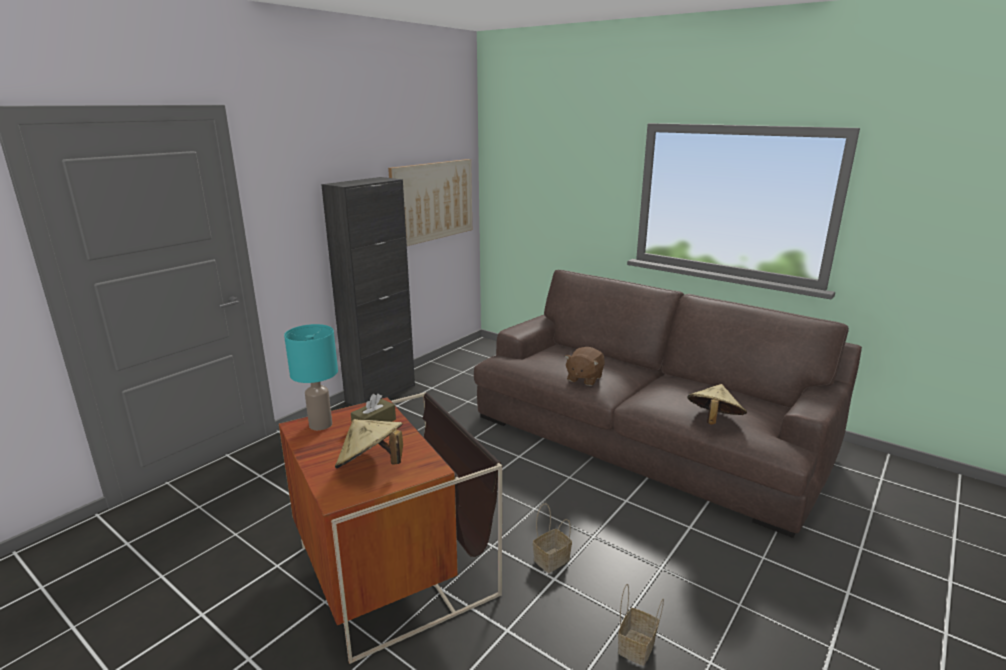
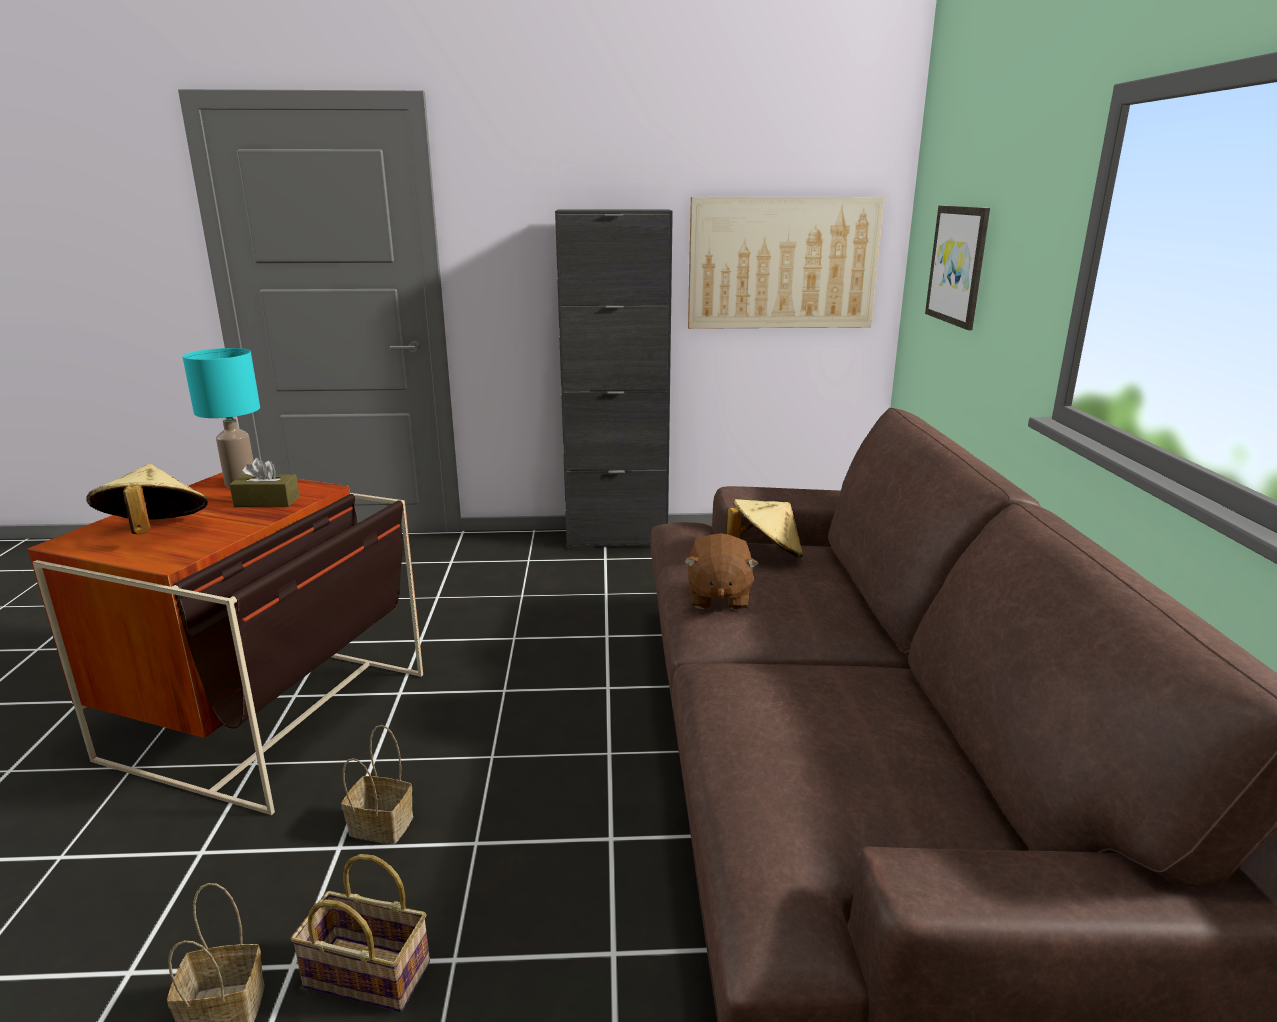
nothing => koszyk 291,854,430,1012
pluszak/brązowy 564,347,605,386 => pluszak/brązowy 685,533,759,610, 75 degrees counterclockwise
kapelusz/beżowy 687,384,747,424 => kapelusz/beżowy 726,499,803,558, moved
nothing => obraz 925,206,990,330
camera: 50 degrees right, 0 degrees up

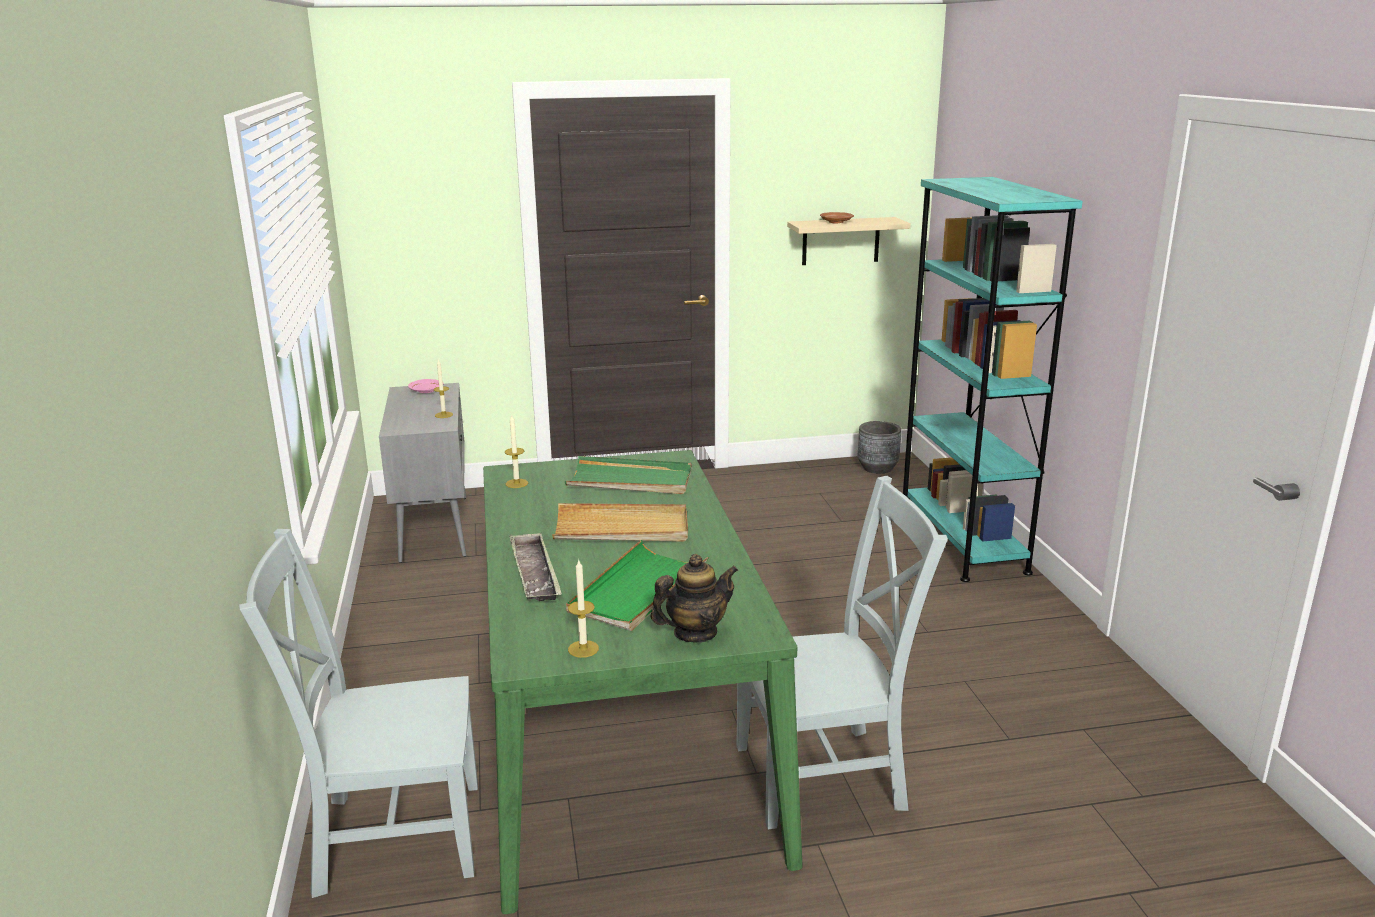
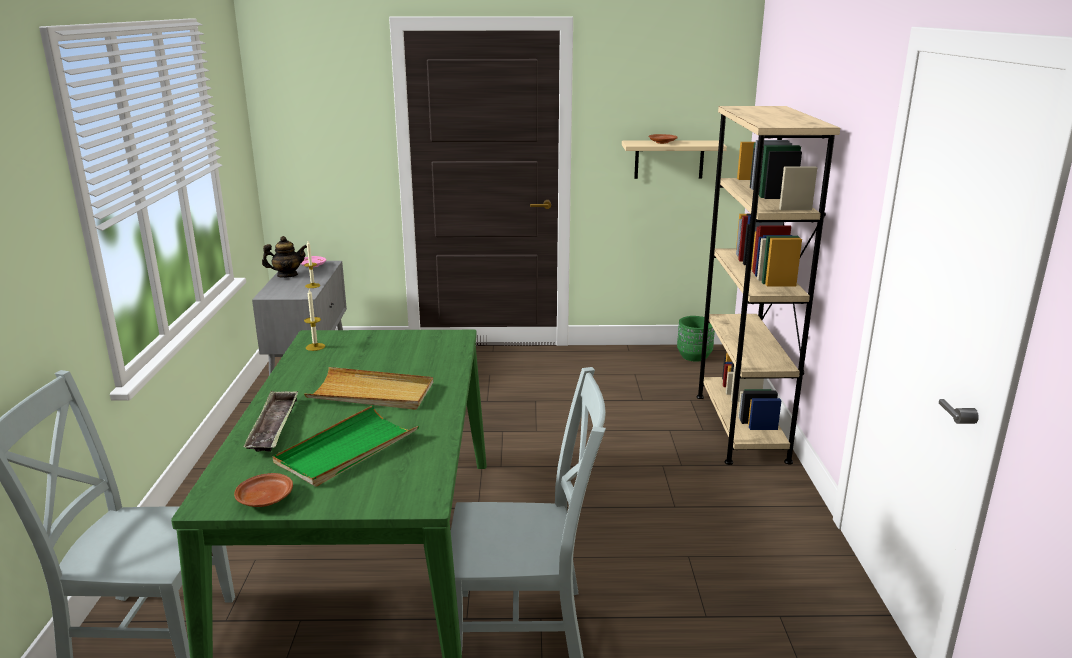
świeca 568,560,599,658 => talerz/brązowy 234,473,293,507
imbryk 651,554,738,643 => imbryk 262,236,307,278, moved
donica/szary 858,421,901,474 => donica/zielony 677,316,715,362
regał/turkusowy 903,177,1083,582 => regał/beżowy 697,106,840,465
taca/zielony 565,456,692,494 => nothing
camera: 10 degrees right, 0 degrees up

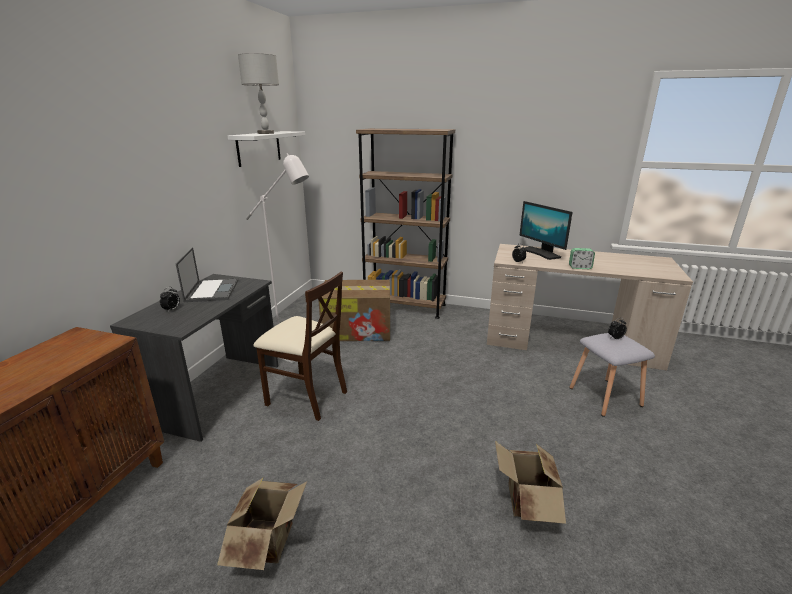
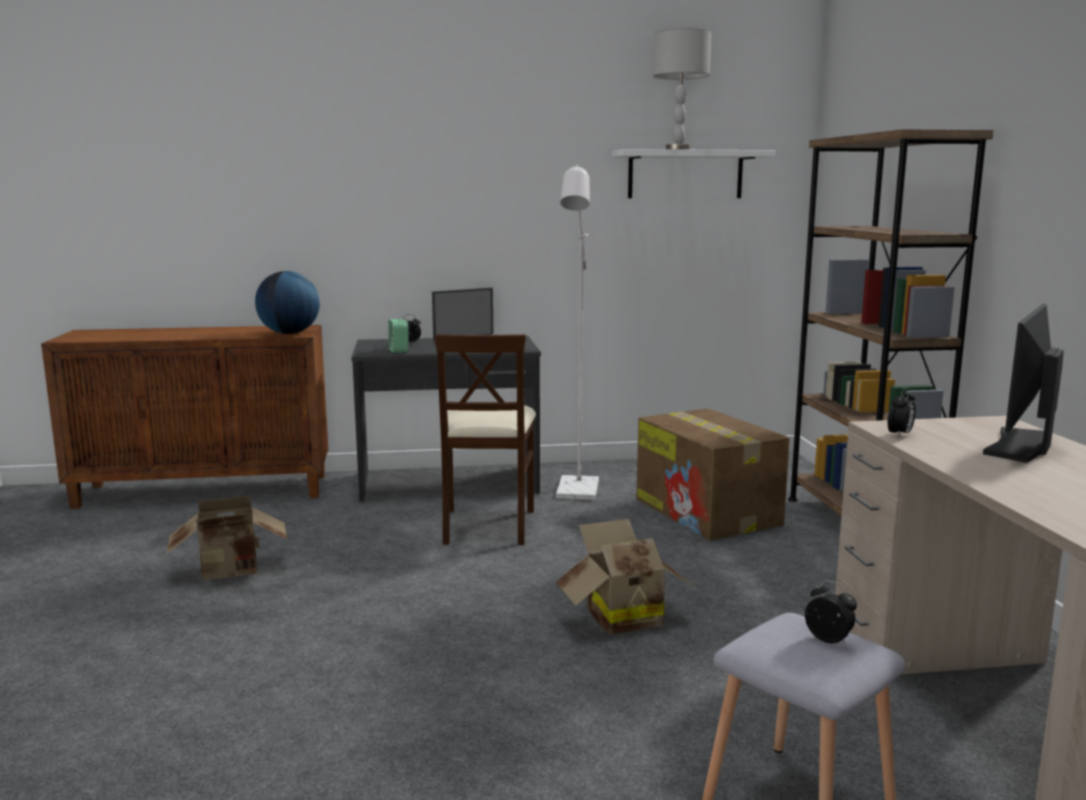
nothing => globus 255,271,320,334
budzik 569,248,595,269 => budzik 389,319,408,353, moved
karton 495,441,566,524 => karton 556,519,694,635, moved
camera: 65 degrees right, 10 degrees down

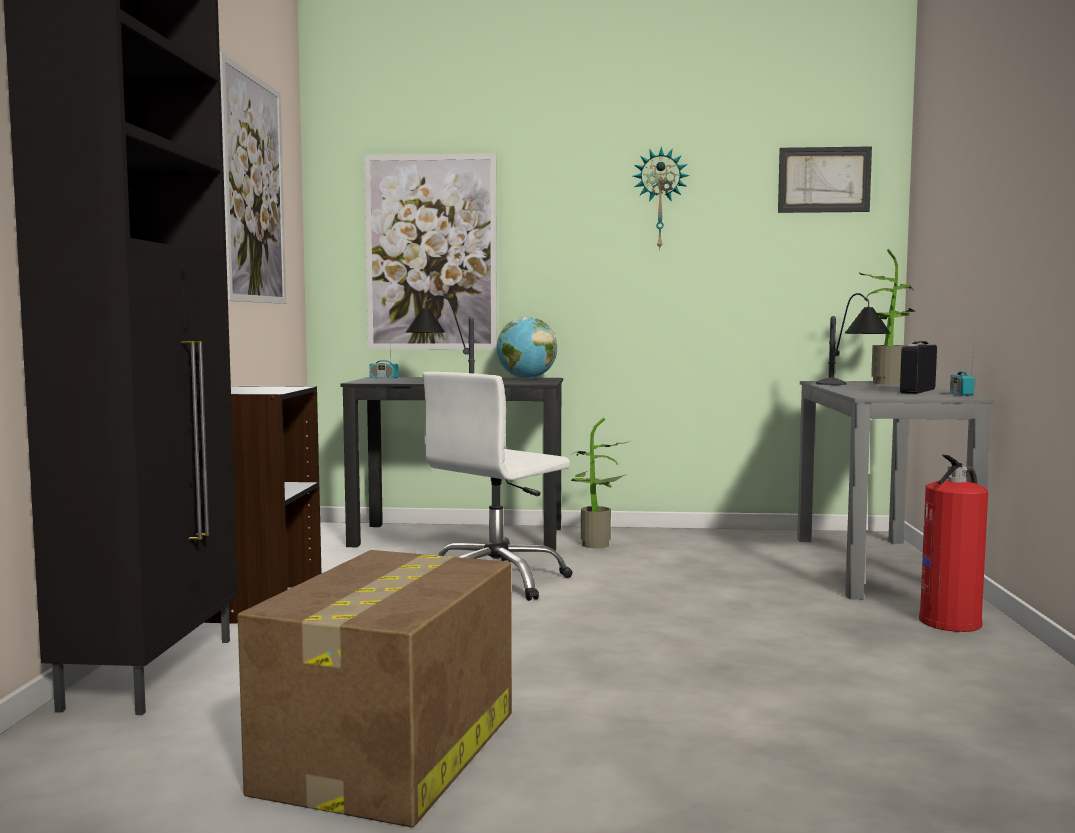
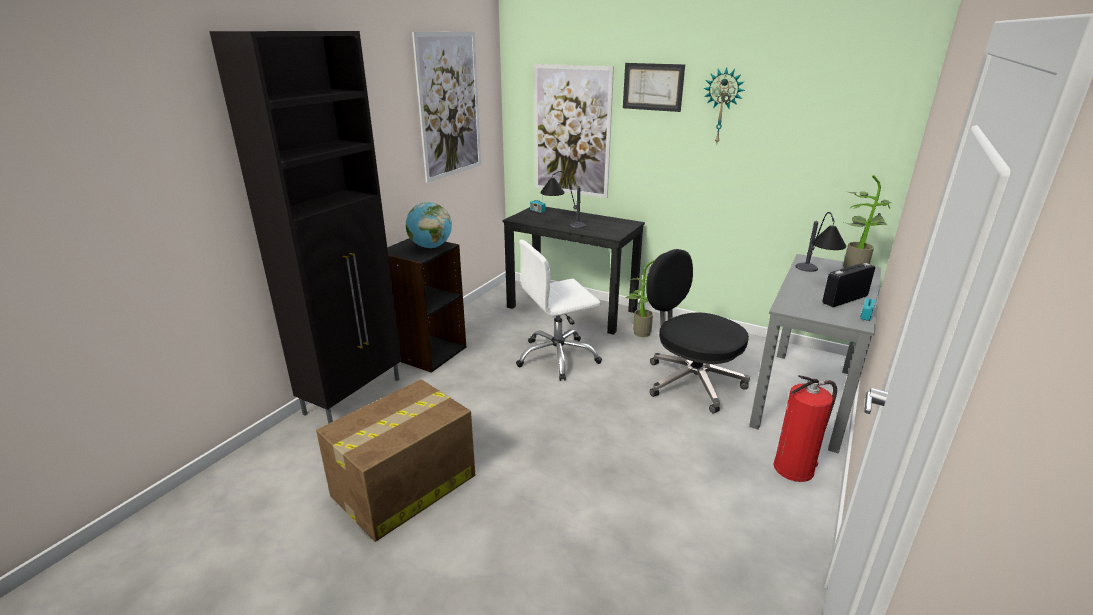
globus 497,317,557,379 => globus 406,202,452,248, moved
obraz 778,146,872,213 => obraz 623,63,685,112, moved
nothing => krzesło biurowe/czarny 646,249,750,414
camera: 25 degrees right, 20 degrees up

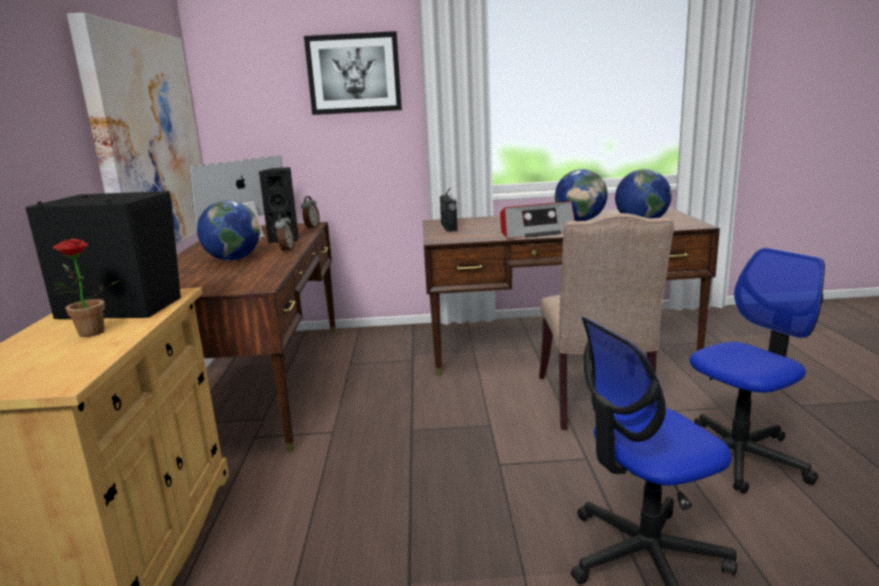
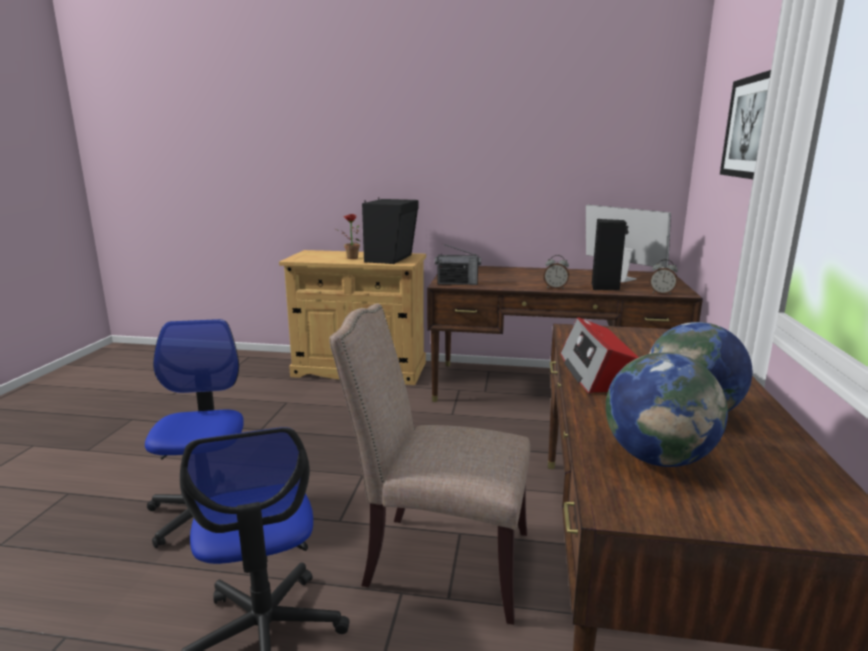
radio 440,187,458,232 => radio 435,243,481,285, moved
obraz 67,13,202,245 => nothing
globus 197,200,260,261 => nothing
camera: 100 degrees right, 0 degrees up

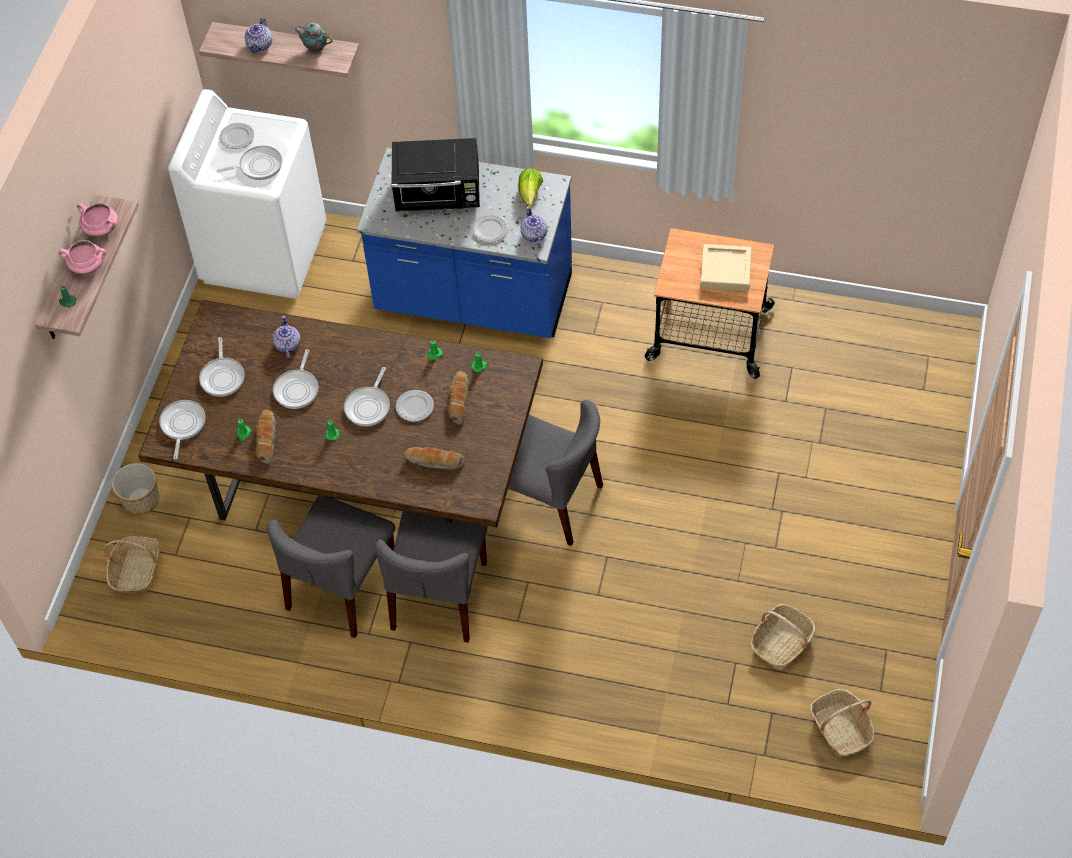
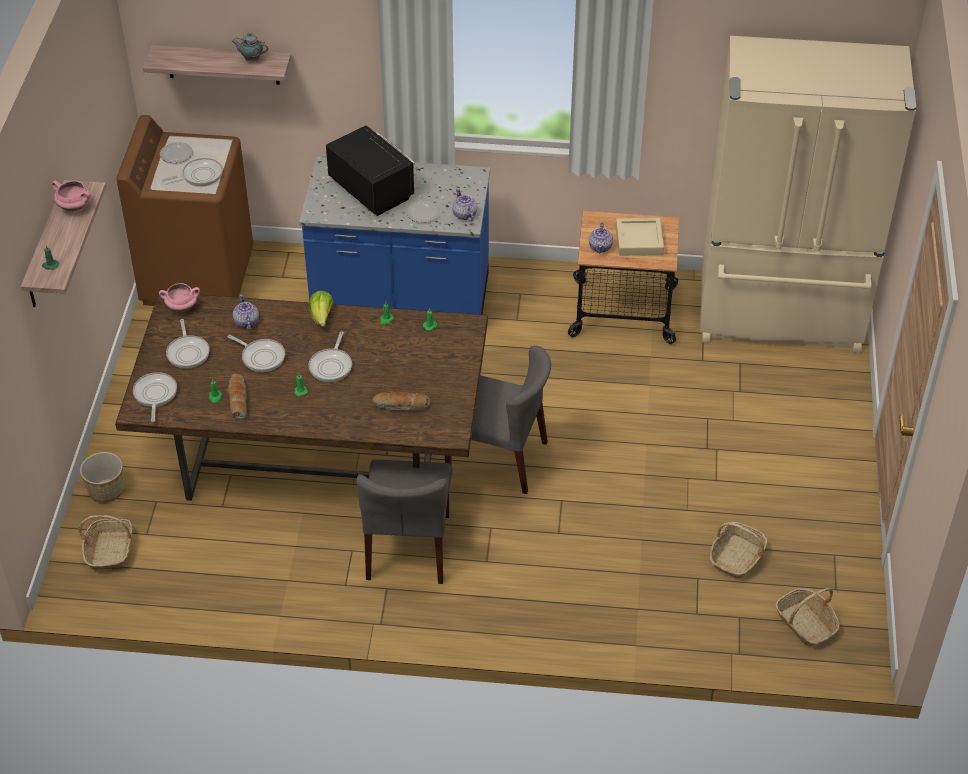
pralka/biały 168,89,326,299 => pralka/brązowy 116,115,253,306
garnek/różowy 58,240,106,275 => garnek/różowy 159,283,200,312, moved
patelnia 273,349,318,409 => patelnia 228,335,285,372, 60 degrees counterclockwise
sałata 518,168,543,207 => sałata 310,291,334,327, moved
mikrofalówka/czarny 391,138,480,212 => mikrofalówka/czarny 326,125,415,216, 120 degrees counterclockwise
imbryk 245,17,272,53 => imbryk 589,222,613,253, moved
nothing => lodówka/beżowy 700,36,916,353
krzesło/szary 267,495,395,638 => nothing
talerz 396,390,434,422 => nothing
chleb 449,371,469,425 => nothing
camera: 10 degrees left, 10 degrees down

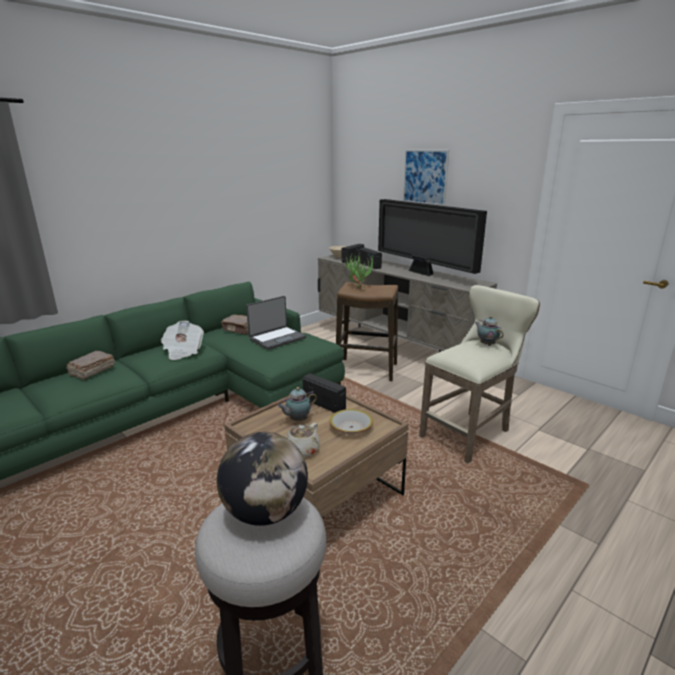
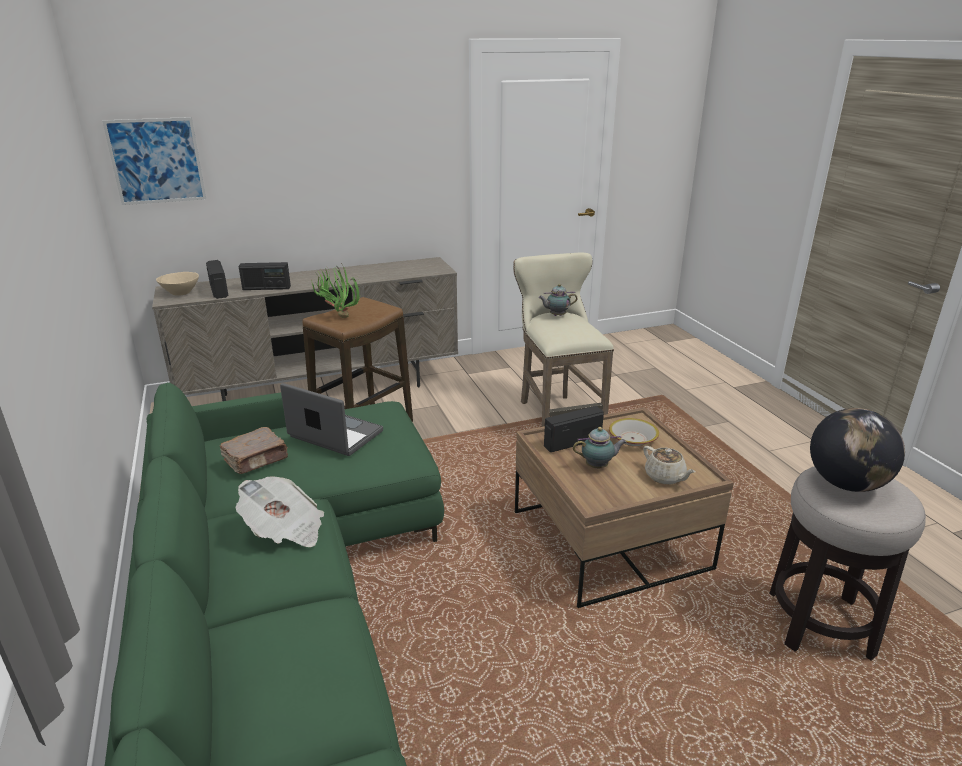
obraz 403,150,449,206 => obraz 102,117,206,205, moved
laptop 246,296,306,350 => laptop 280,383,383,456, 45 degrees counterclockwise
imbryk 277,387,317,421 => imbryk 573,427,626,468, 90 degrees counterclockwise
książka/brązowy 66,351,115,380 => nothing
telewizor 378,199,487,276 => nothing
camera: 65 degrees left, 5 degrees up

